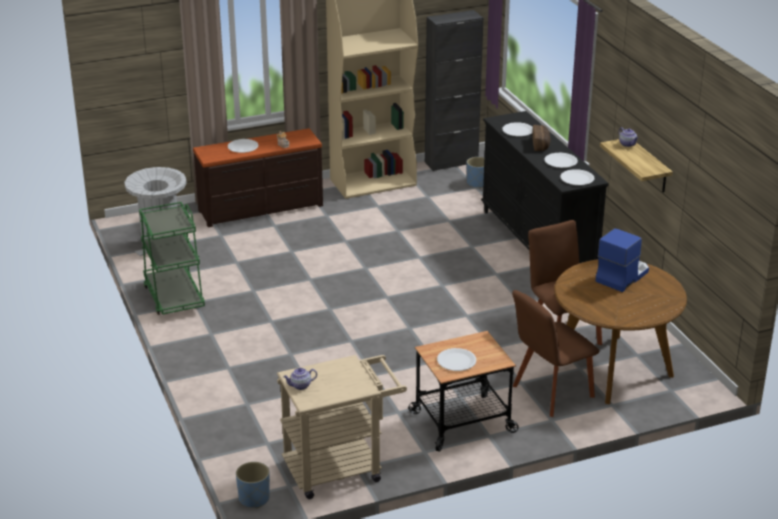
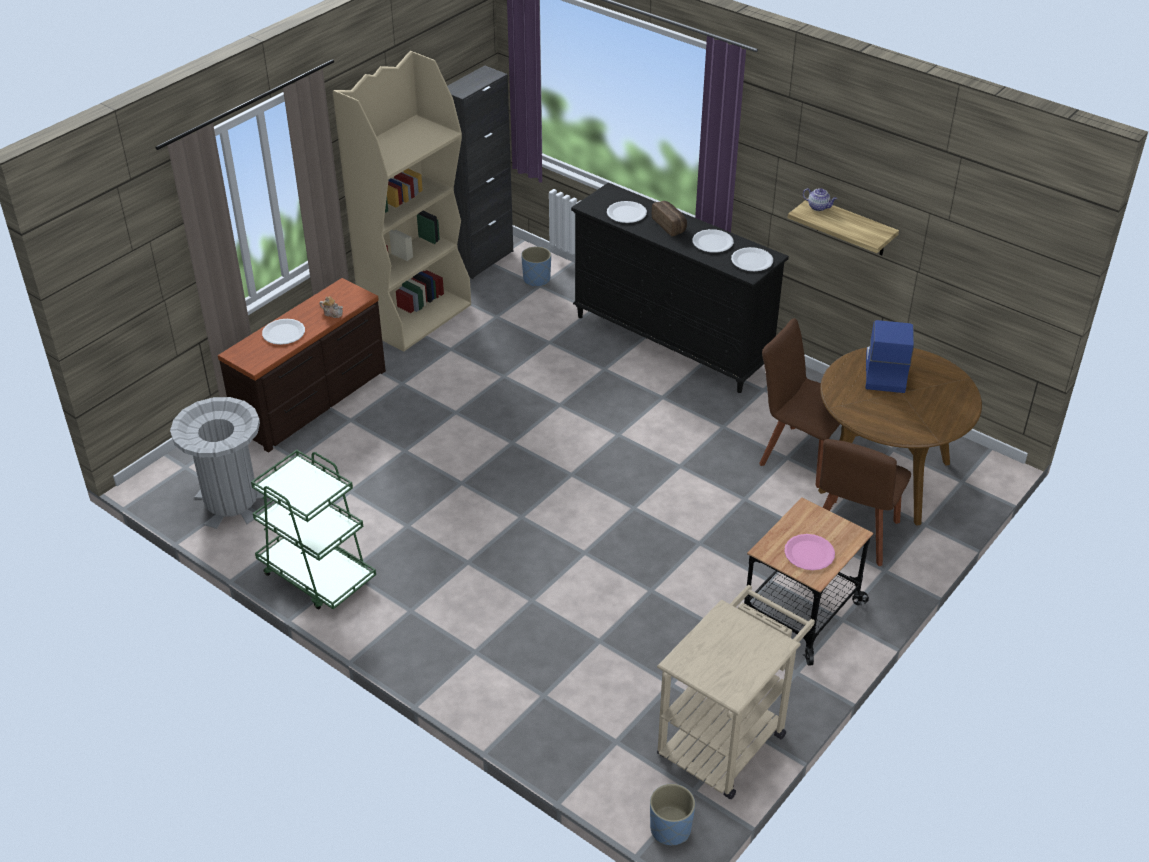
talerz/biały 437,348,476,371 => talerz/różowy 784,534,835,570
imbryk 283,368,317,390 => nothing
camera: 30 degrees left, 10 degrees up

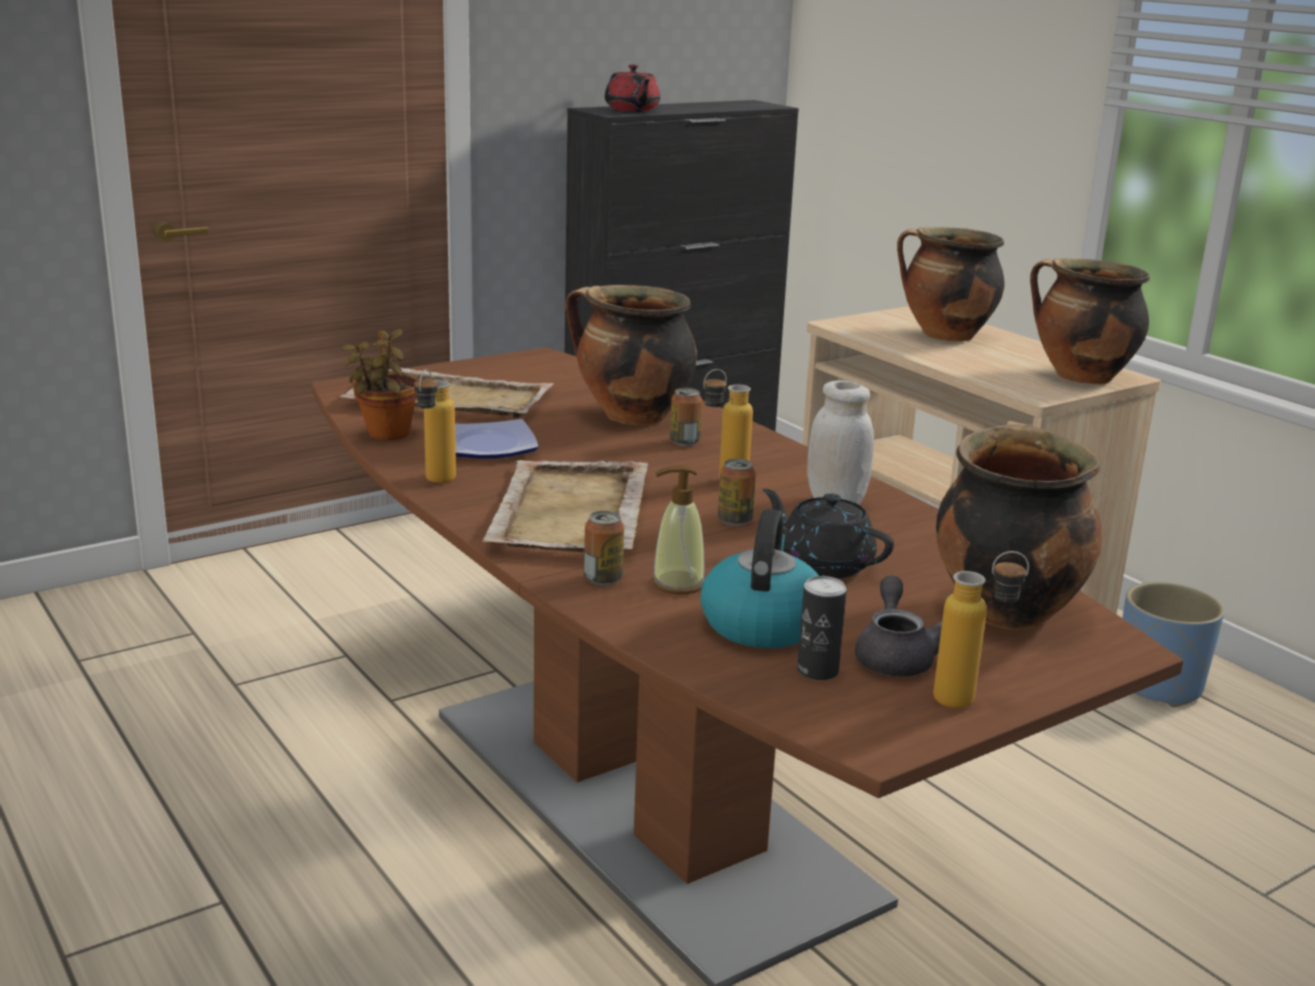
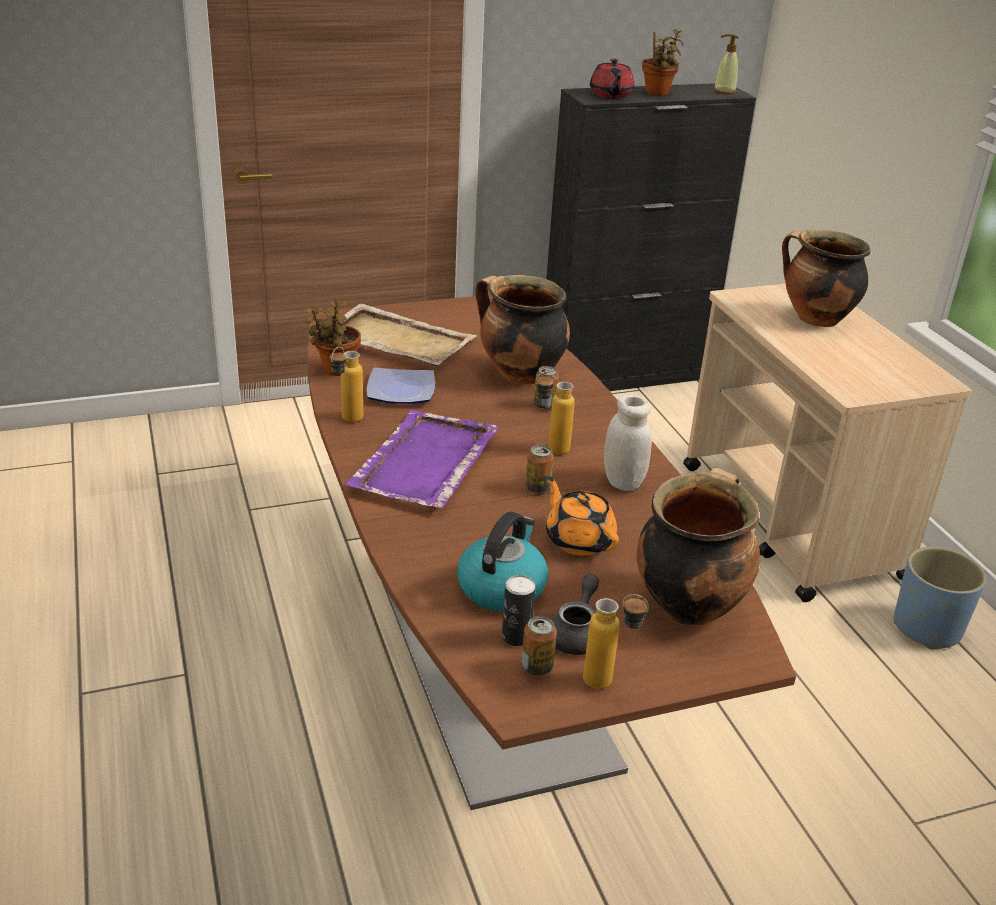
taca/beżowy 483,460,648,552 => taca/fioletowy 345,410,499,508
puszka 584,511,624,585 => puszka 521,616,557,676, moved
imbryk/czarny 762,489,894,578 => imbryk/pomarańczowy 546,476,619,556
nothing => roślina doniczkowa 642,29,684,96
dozownik mydła 652,465,705,594 => dozownik mydła 714,34,738,94, moved
garnek 1030,258,1150,384 => nothing
camera: 15 degrees right, 10 degrees up

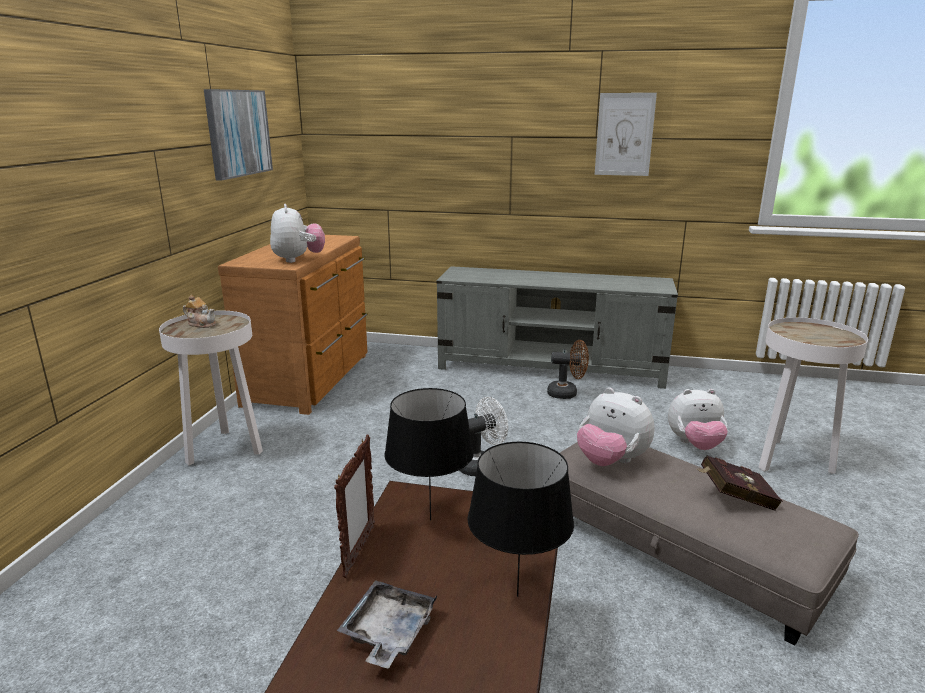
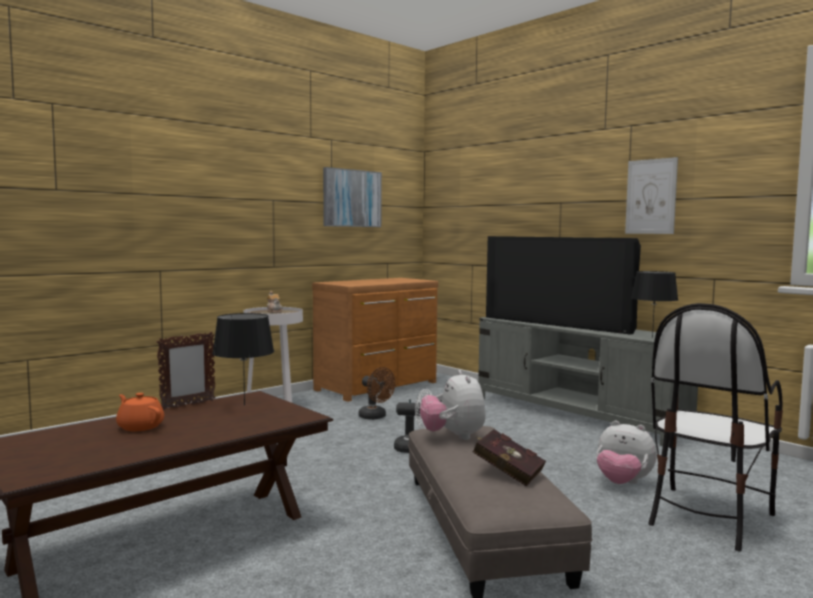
taca/szary 337,580,437,669 => imbryk/pomarańczowy 116,393,164,431
wentylator/brązowy 547,340,589,399 => wentylator/brązowy 359,367,396,420, moved
nothing => telewizor 486,236,641,335
lampa stołowa/czarny 467,442,574,597 => lampa stołowa/czarny 631,271,678,339, moved
stolik/biały 758,317,868,474 => krzesło 648,303,783,551
pluszak 270,204,325,263 => nothing
camera: 35 degrees right, 15 degrees down

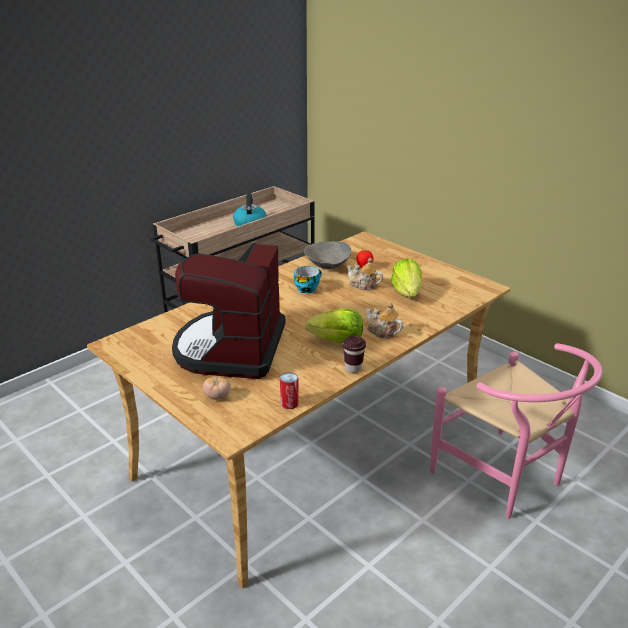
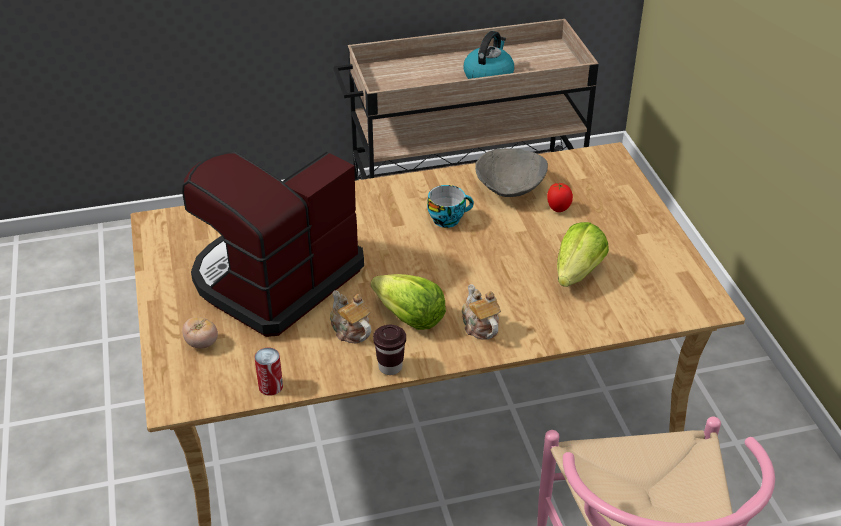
imbryk 347,258,383,290 => imbryk 330,290,371,343, moved
camera: 30 degrees right, 10 degrees up

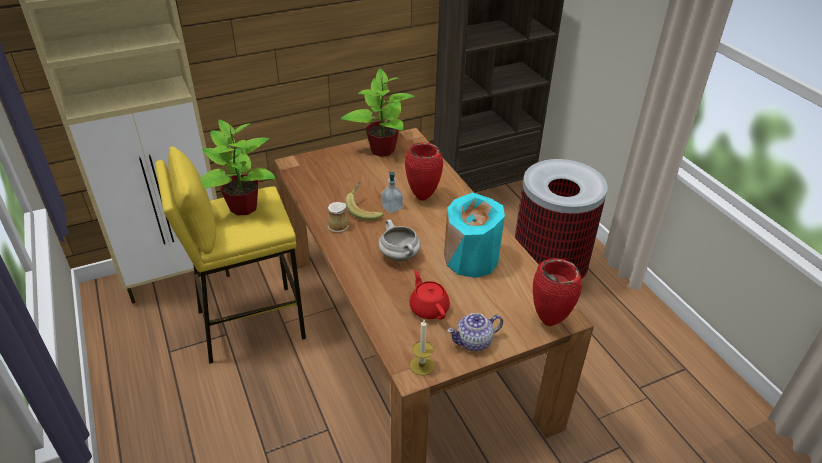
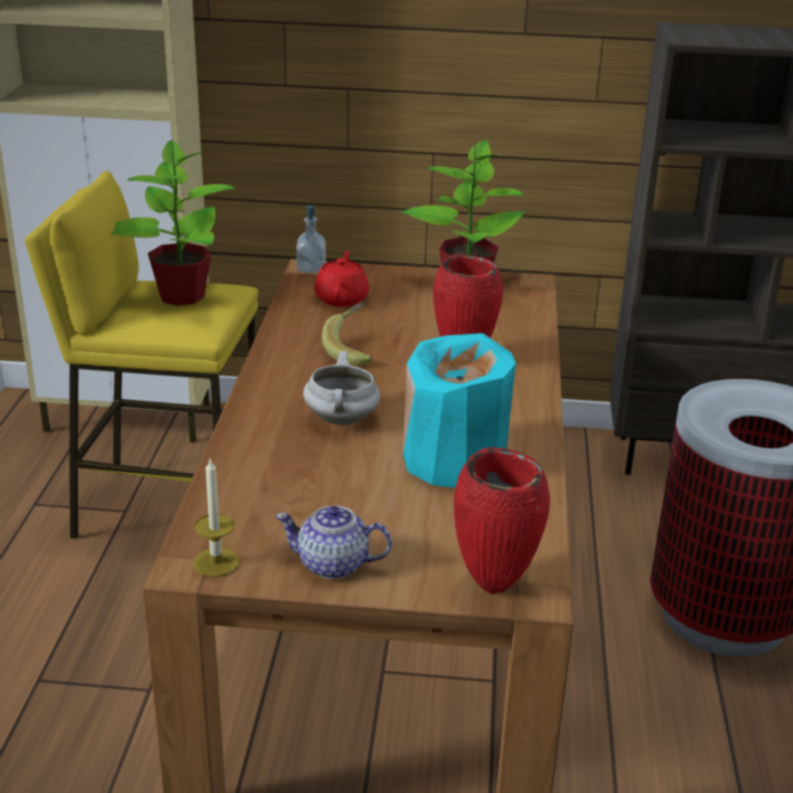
dozownik mydła 381,172,403,213 => dozownik mydła 296,206,326,273, moved
imbryk/czerwony 409,270,450,319 => imbryk/czerwony 314,250,369,307, moved
kubek 328,202,349,233 => nothing
camera: 30 degrees right, 10 degrees down

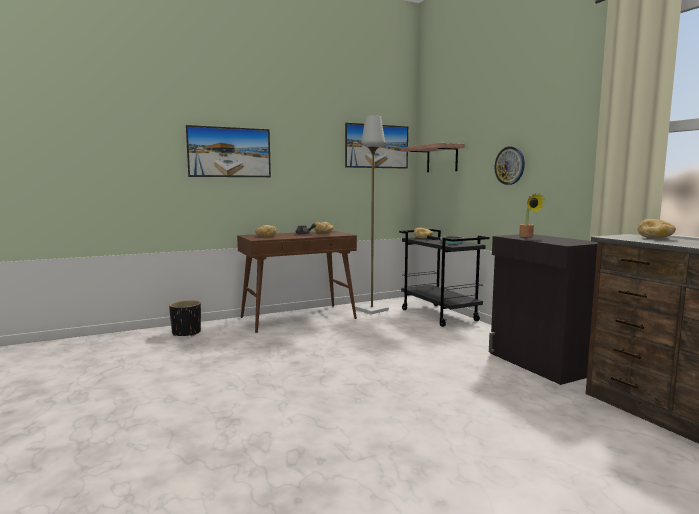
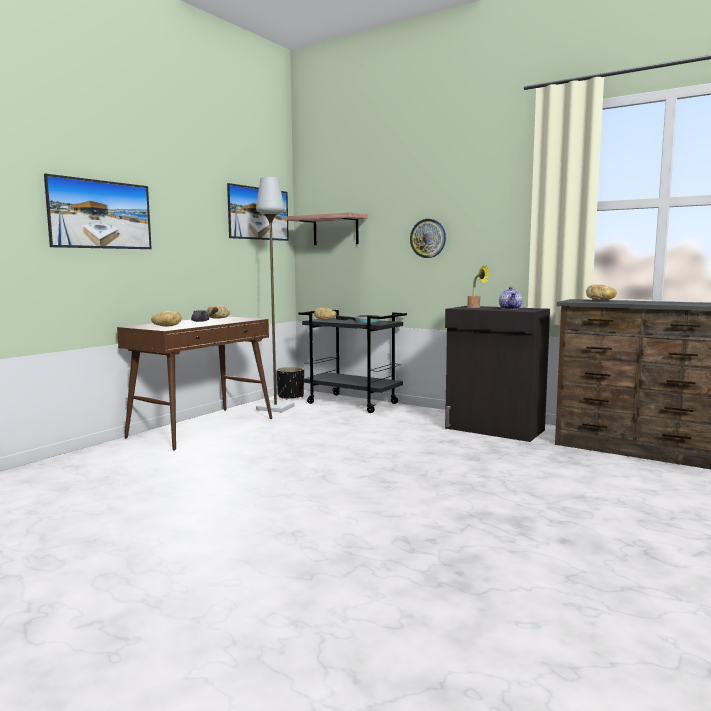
donica/czarny 169,300,201,336 => donica/czarny 276,367,304,400, moved
nothing => imbryk 499,287,522,310
camera: 30 degrees left, 0 degrees up

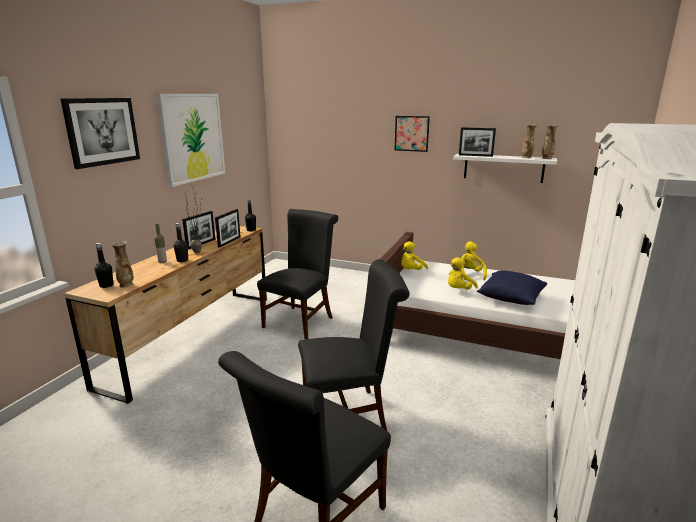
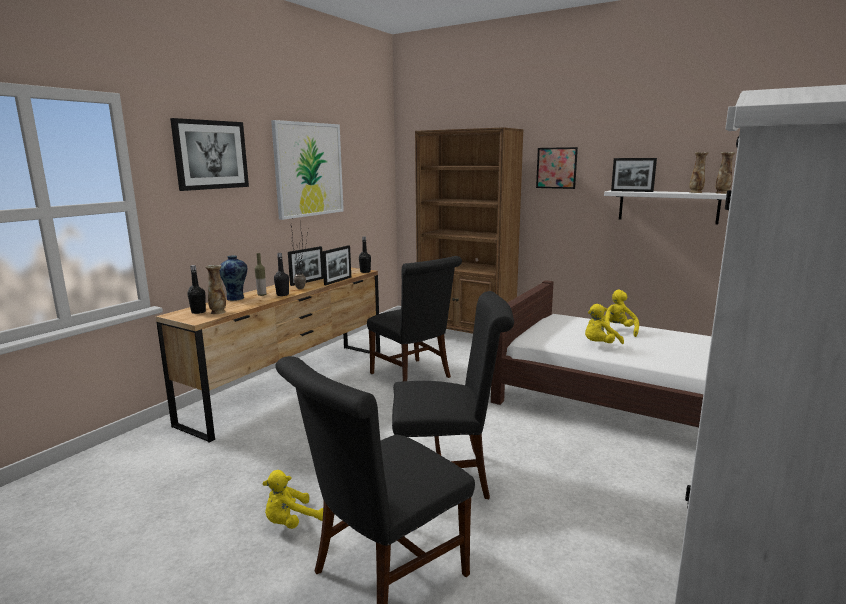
nothing => wazon 220,255,247,301
pluszak/żółty 401,241,428,270 => pluszak/żółty 263,470,323,529, moved
krzesło/czarny 257,209,338,340 => krzesło/czarny 367,256,462,381, 105 degrees clockwise
nothing => regał/brązowy 415,127,524,334
poduszka/niebieski 477,270,547,305 => nothing
camera: 10 degrees right, 5 degrees down

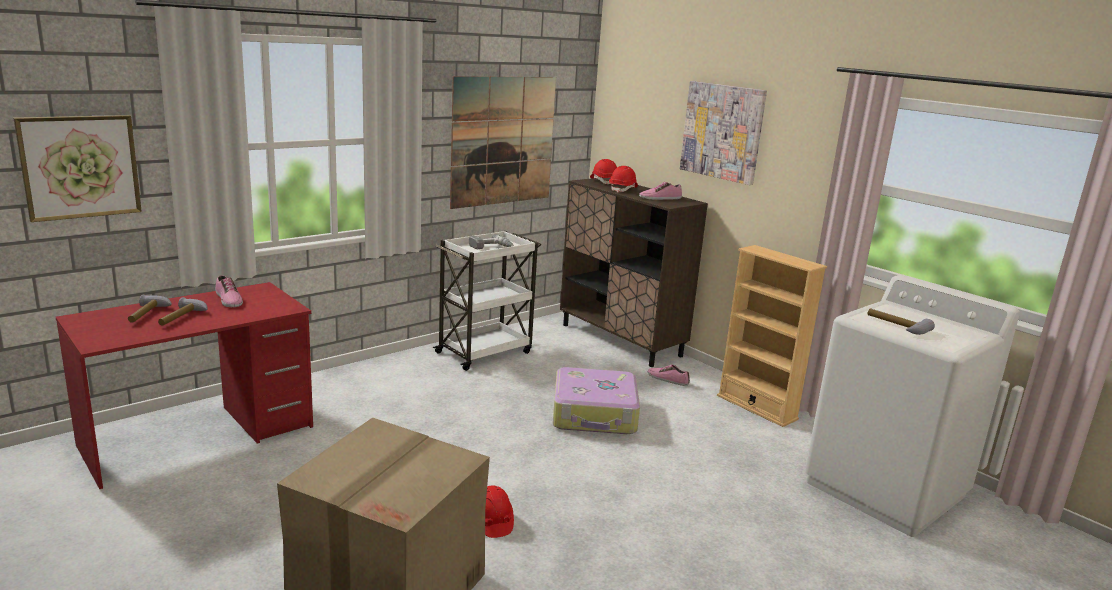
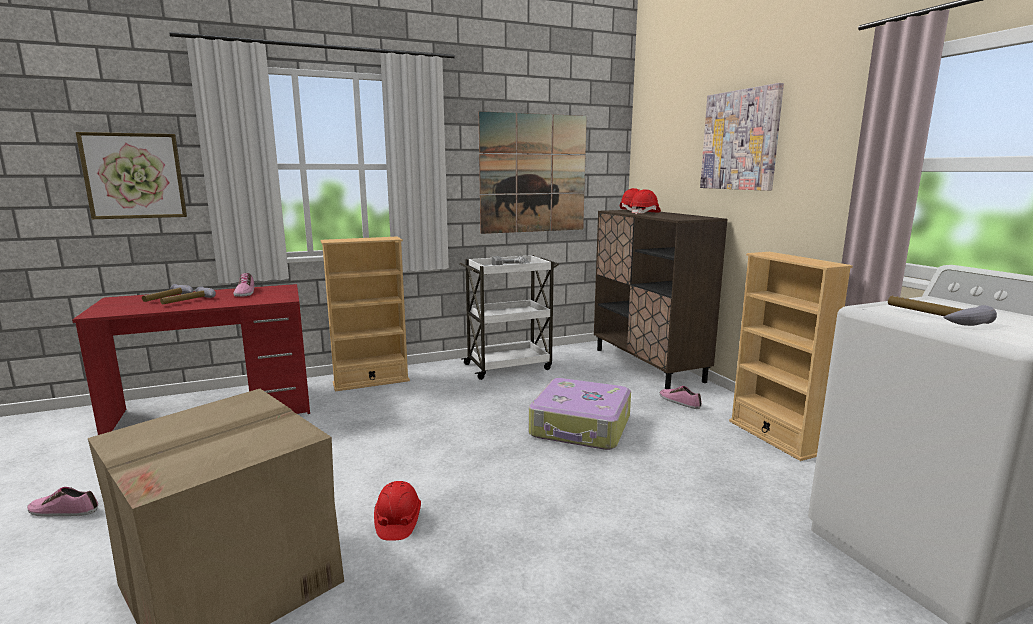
but 639,182,682,200 => but 27,487,98,517, moved
nothing => regał/beżowy 321,237,410,392
camera: 20 degrees right, 5 degrees down

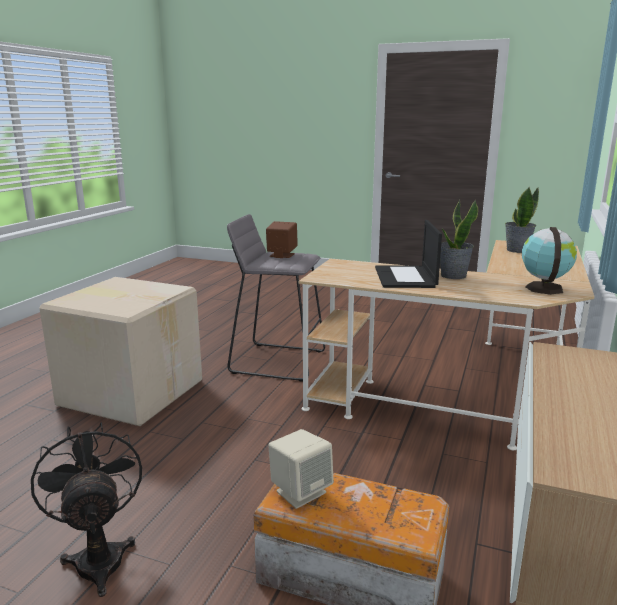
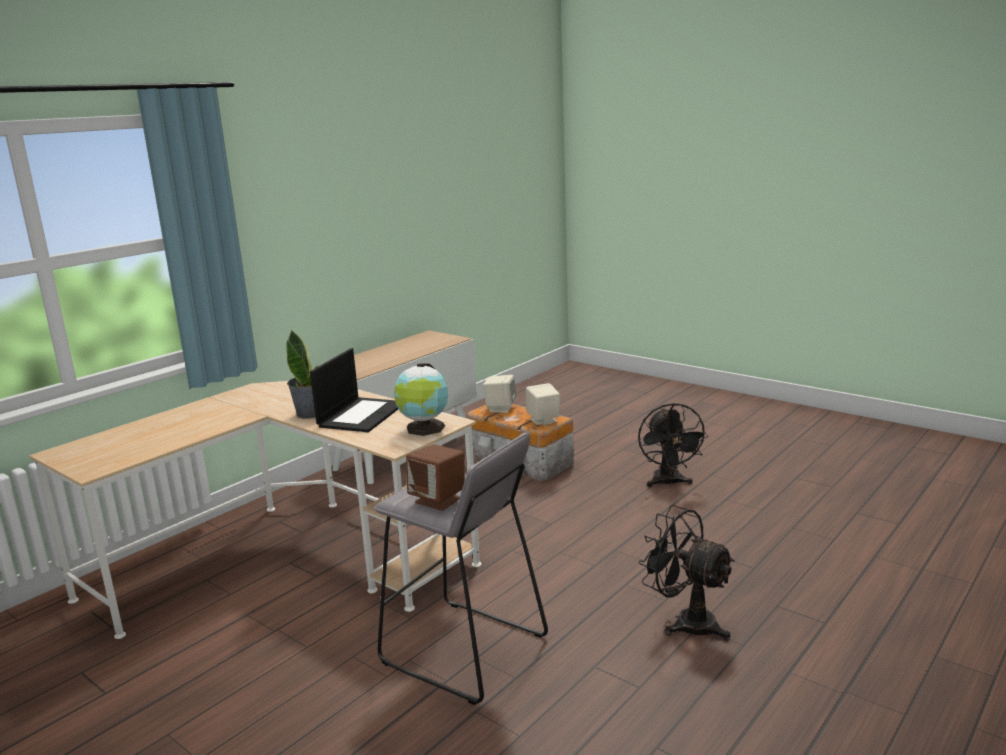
globus 522,227,577,295 => globus 394,363,448,436, moved
nothing => głośnik/beżowy 483,375,517,413
karton 39,277,202,426 => wentylator/czarny 638,505,735,641
roślina doniczkowa 505,187,539,253 => nothing
camera: 160 degrees left, 0 degrees up

